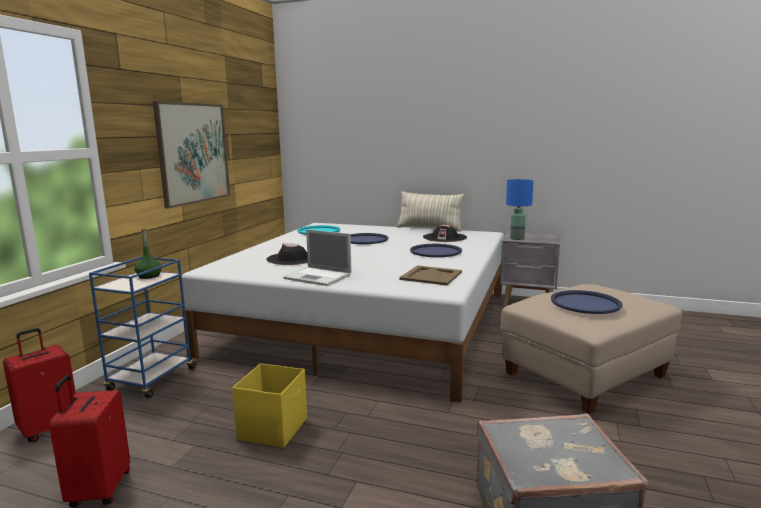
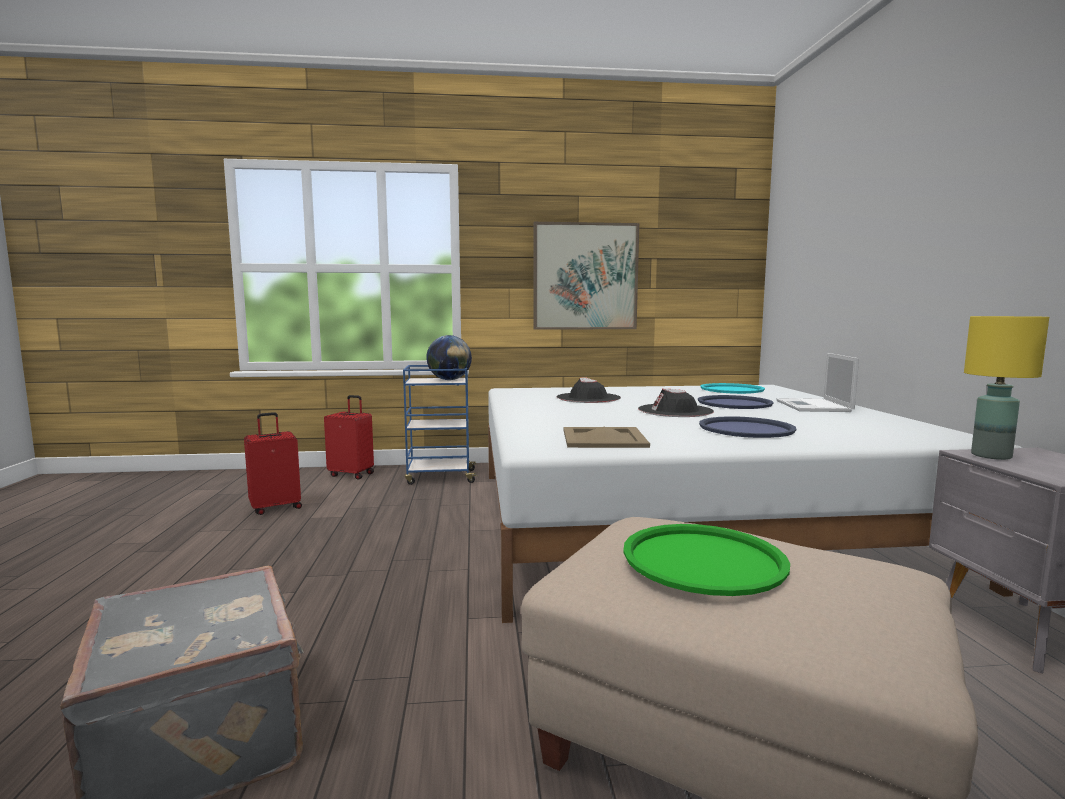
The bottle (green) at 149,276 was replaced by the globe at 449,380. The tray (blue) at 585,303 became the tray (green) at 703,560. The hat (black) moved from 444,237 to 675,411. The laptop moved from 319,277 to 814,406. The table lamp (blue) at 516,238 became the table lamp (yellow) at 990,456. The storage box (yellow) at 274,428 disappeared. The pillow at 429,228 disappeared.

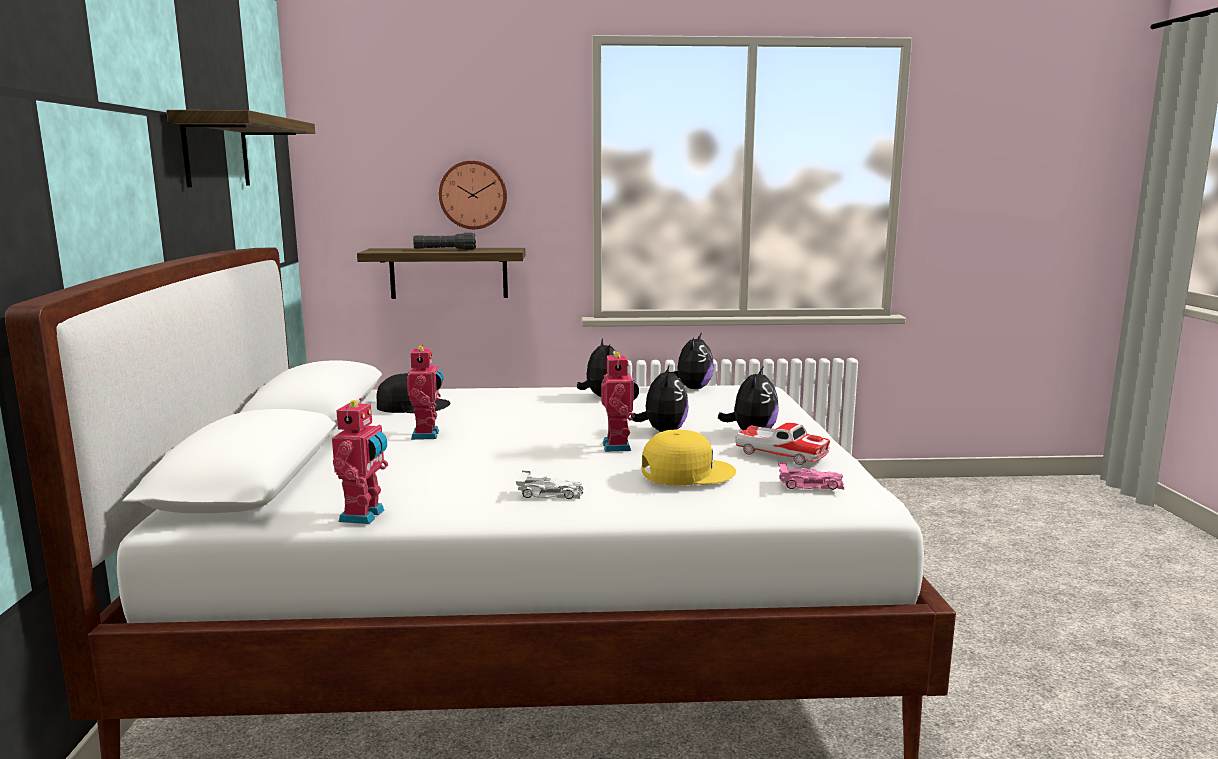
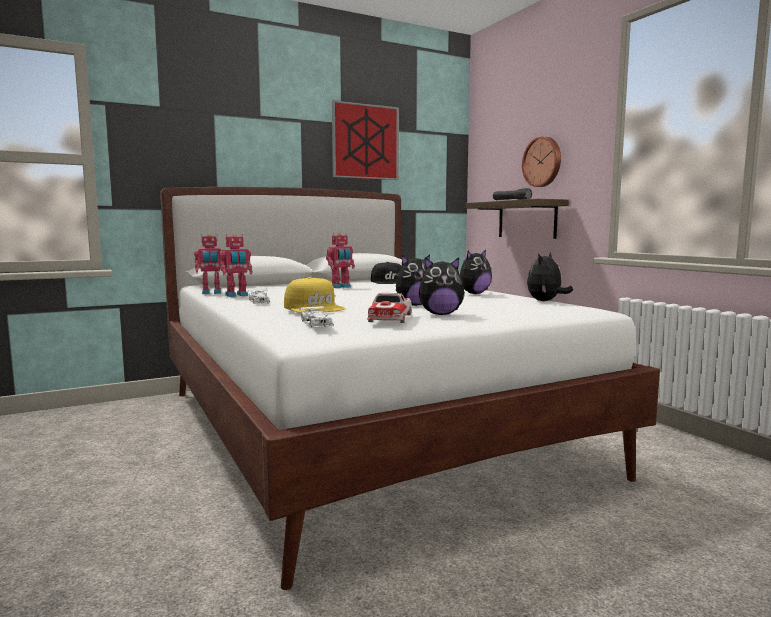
The toy robot moved from 619,446 to 237,295. The toy car (pink) at 810,485 became the toy car (white) at 317,324. The shelf at 216,152 was replaced by the picture at 365,142. The plush toy at 692,388 turned 135 degrees clockwise.

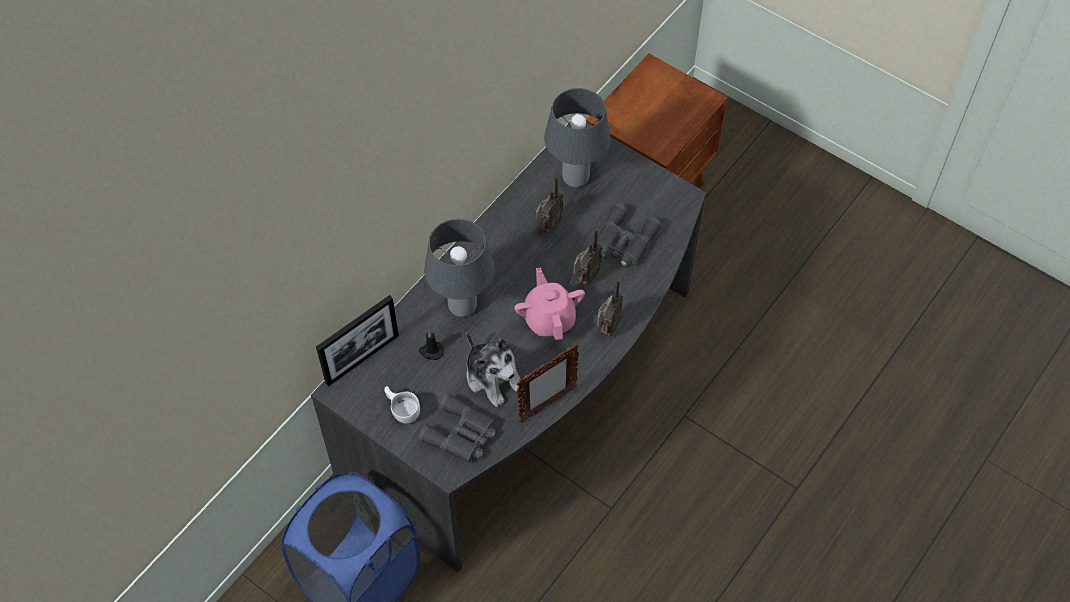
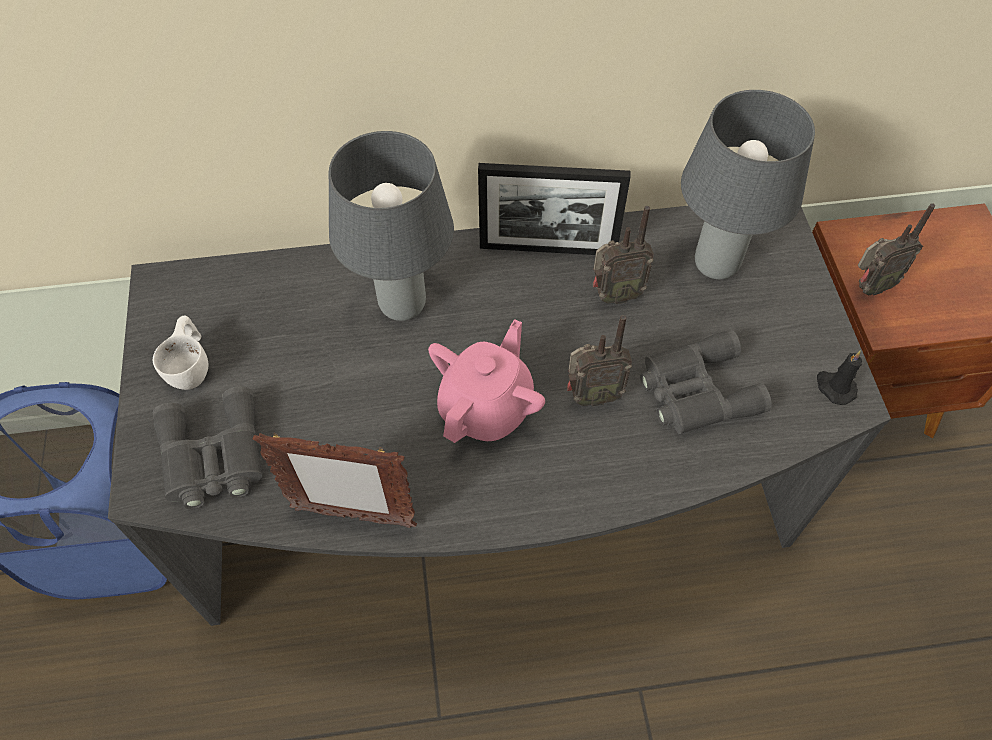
The picture frame moved from 362,359 to 548,249. The candle (black) moved from 431,351 to 834,387. The radio moved from 607,329 to 869,287. The plush toy at 493,377 disappeared.

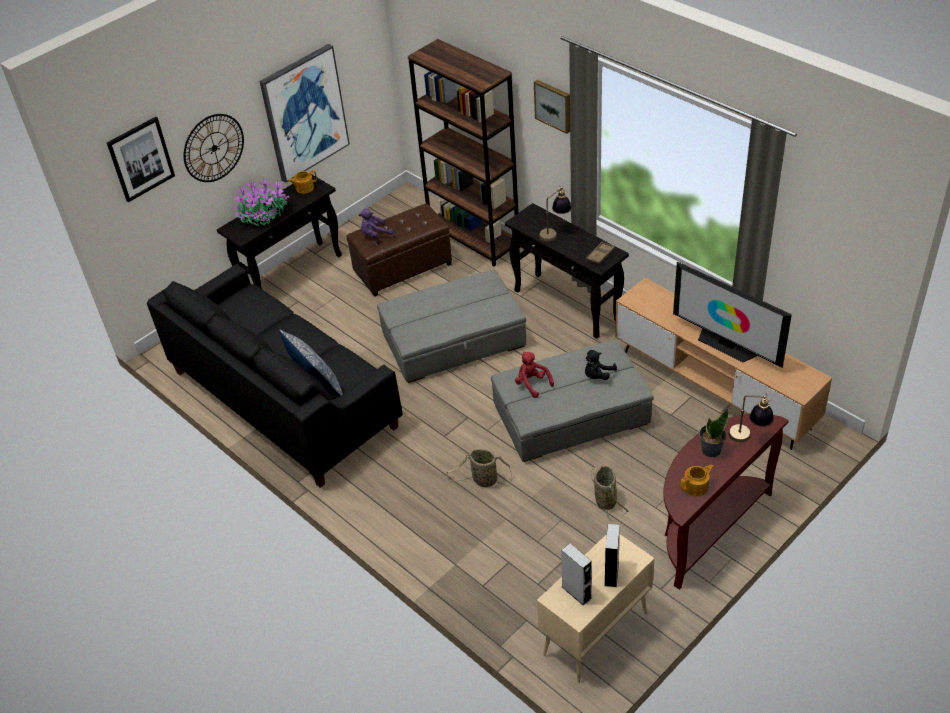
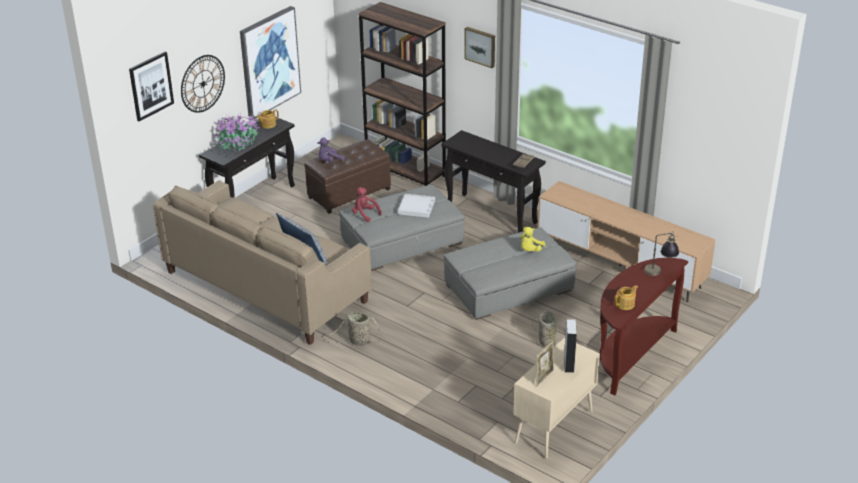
The sofa (black) at 284,398 became the sofa (beige) at 266,286. The basket moved from 483,480 to 358,341. The plush toy (red) moved from 532,384 to 365,214. The tray (white) at 416,207 appeared. The plush toy (black) at 597,375 became the plush toy (yellow) at 530,250. The speaker (grey) at 576,592 was replaced by the picture frame at 544,377. The table lamp at 555,233 disappeared. The television at 726,345 disappeared. The potted plant at 710,450 disappeared.

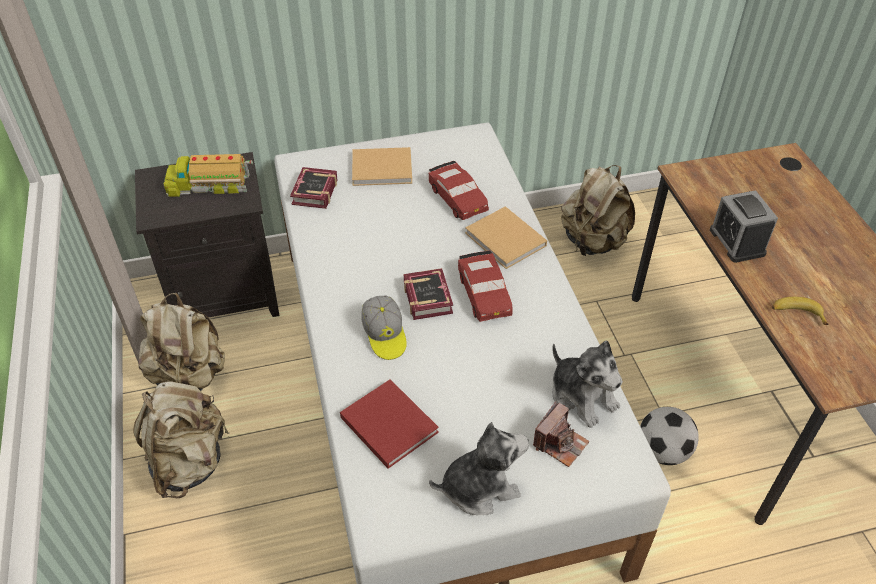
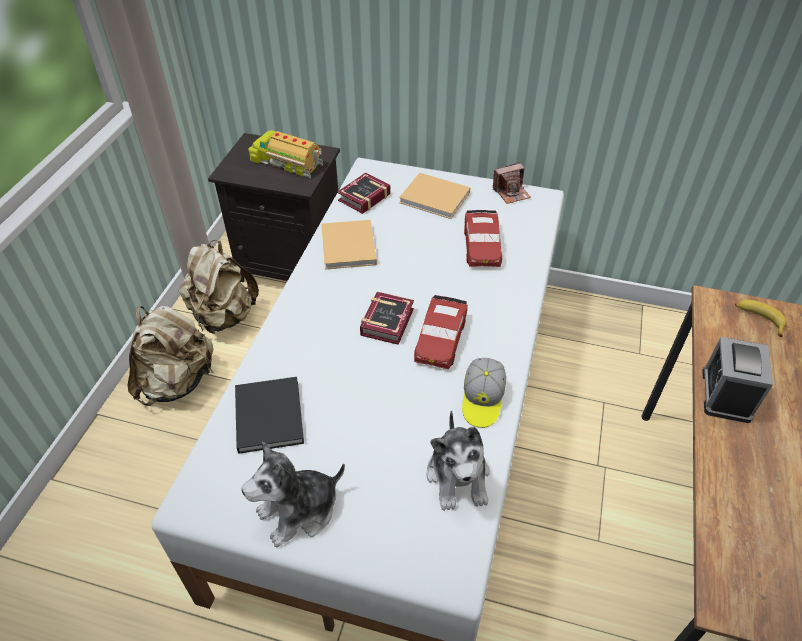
The book (red) at 387,423 became the book (black) at 269,414. The plush toy at 479,487 turned 135 degrees clockwise. The book (beige) moved from 507,241 to 348,248. The cap moved from 384,335 to 482,399. The photo camera moved from 560,443 to 511,192. The banana moved from 796,313 to 758,319. The backpack (beige) at 593,242 disappeared. The football at 662,451 disappeared.

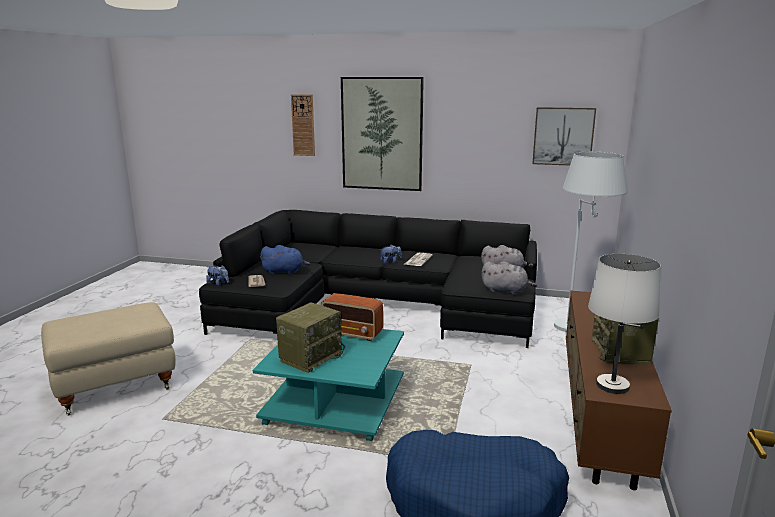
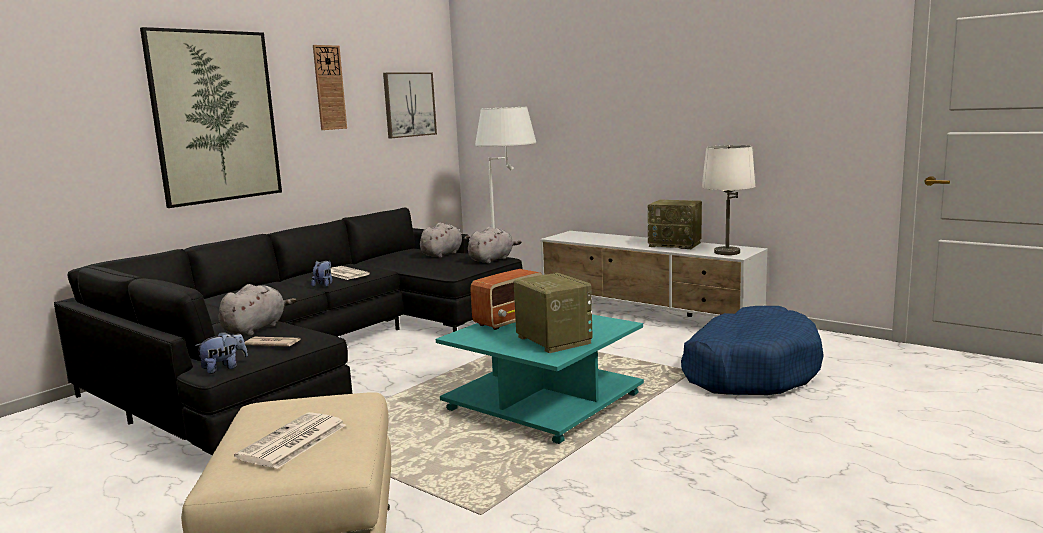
The plush toy (blue) at 284,271 became the plush toy (grey) at 256,328. The newspaper at 292,442 appeared. The wall clock moved from 303,125 to 329,87. The tv stand (brown) at 599,410 became the tv stand (white) at 647,314.

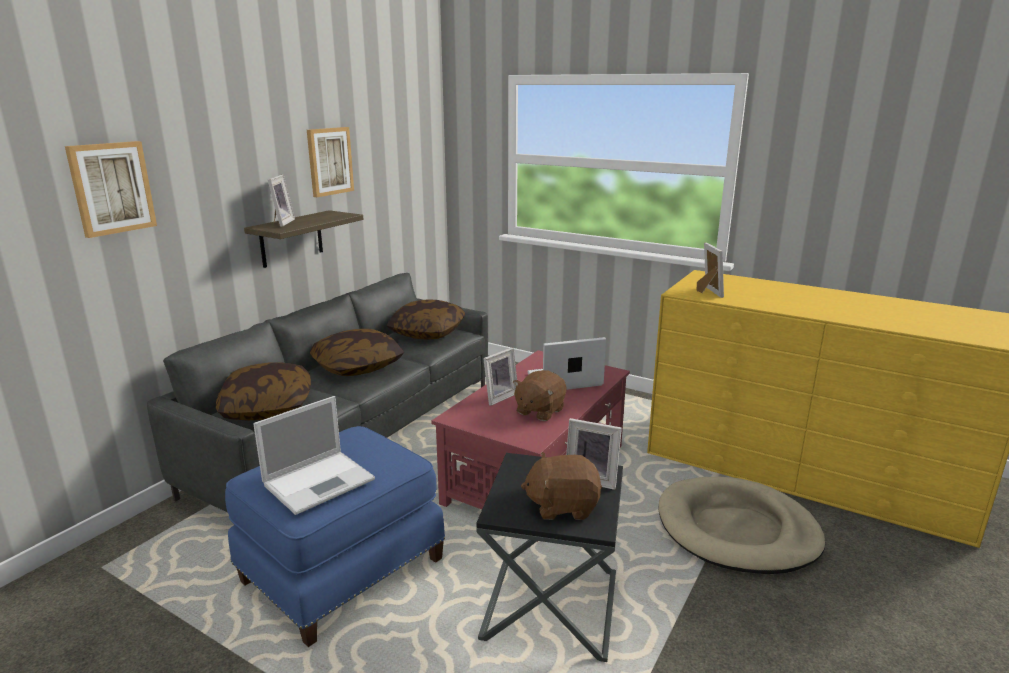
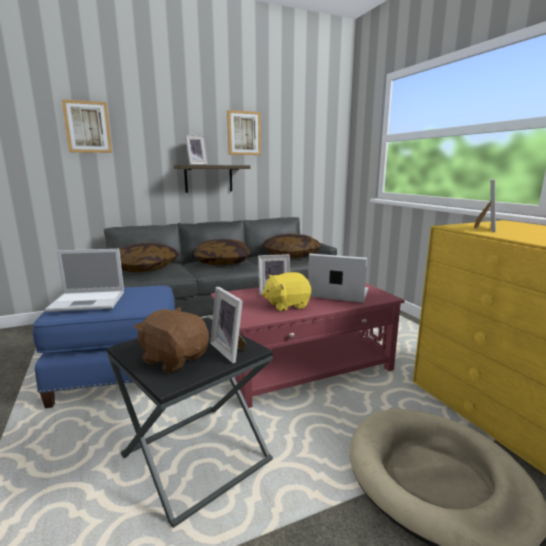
The plush toy (brown) at 539,411 became the plush toy (yellow) at 286,305.

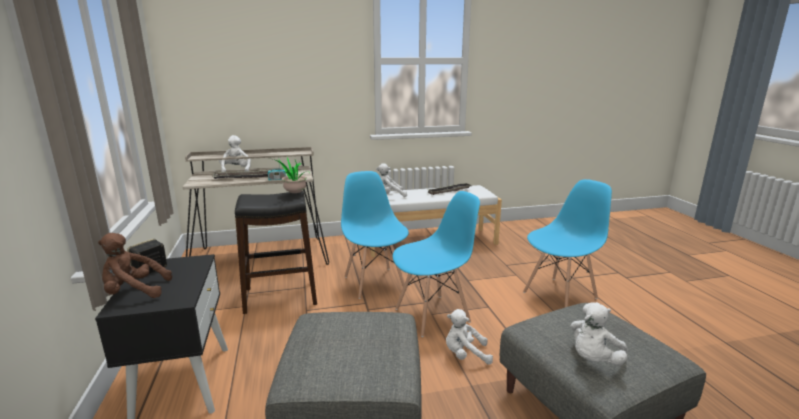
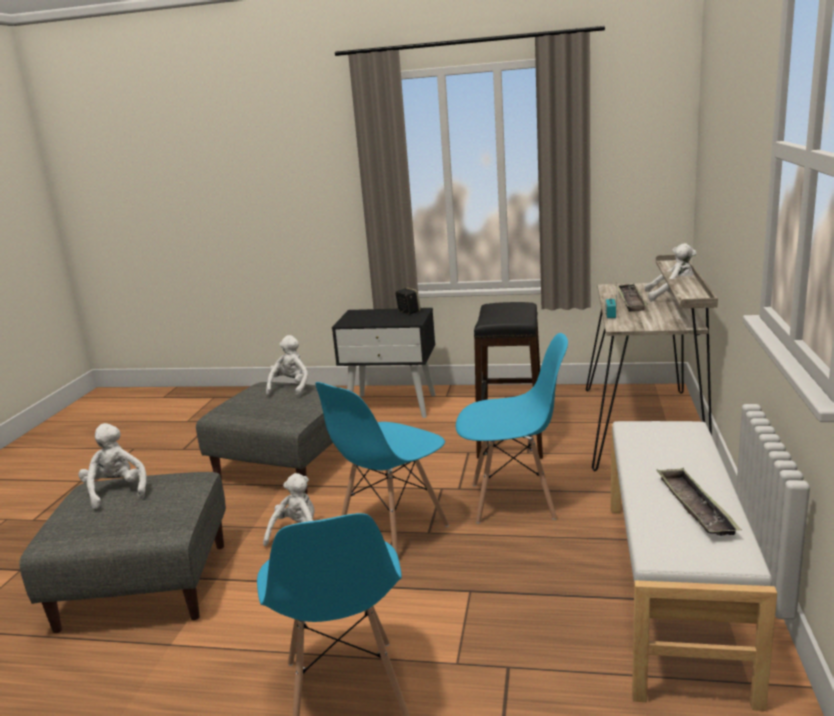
The plush toy (white) moved from 389,196 to 291,388. The chair (blue) at 433,315 turned 45 degrees clockwise. The plush toy (brown) at 134,292 disappeared. The potted plant at 293,193 disappeared.

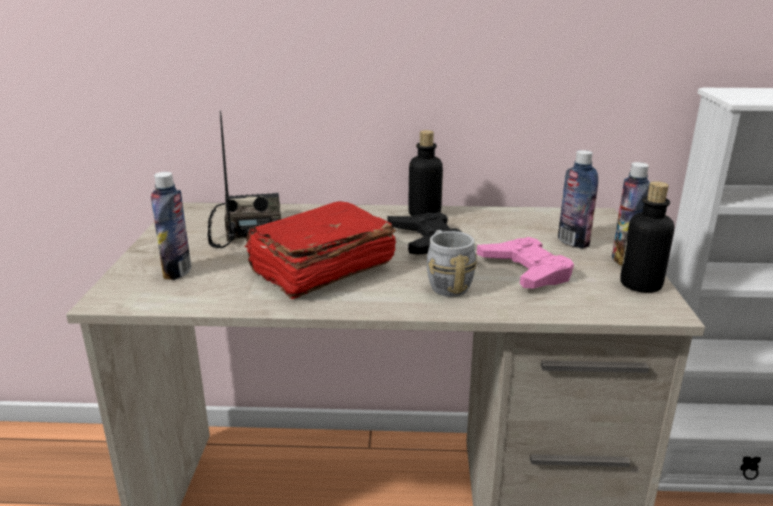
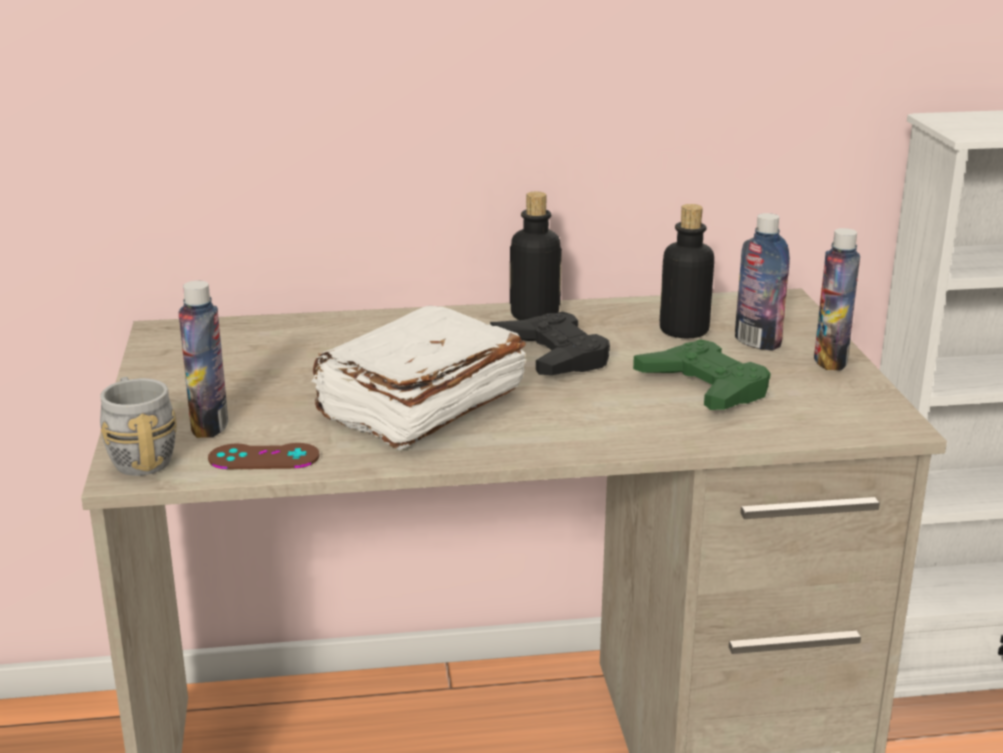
The mug (grey) moved from 446,283 to 139,455. The game controller (brown) at 264,457 appeared. The book (red) at 320,270 became the book (white) at 418,407. The game controller (pink) at 526,271 became the game controller (green) at 704,387. The bottle moved from 640,284 to 684,330. The radio at 247,229 disappeared.

